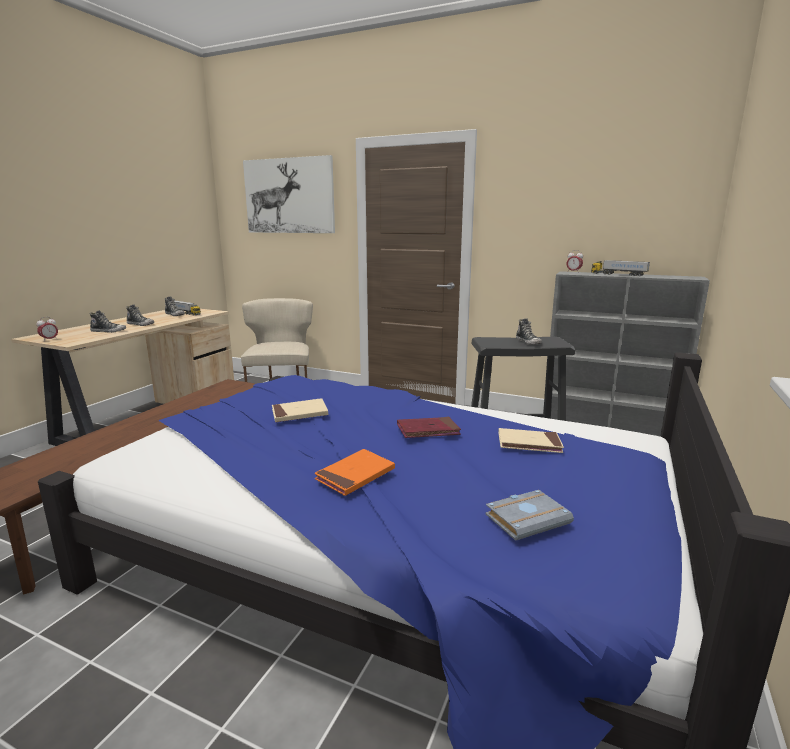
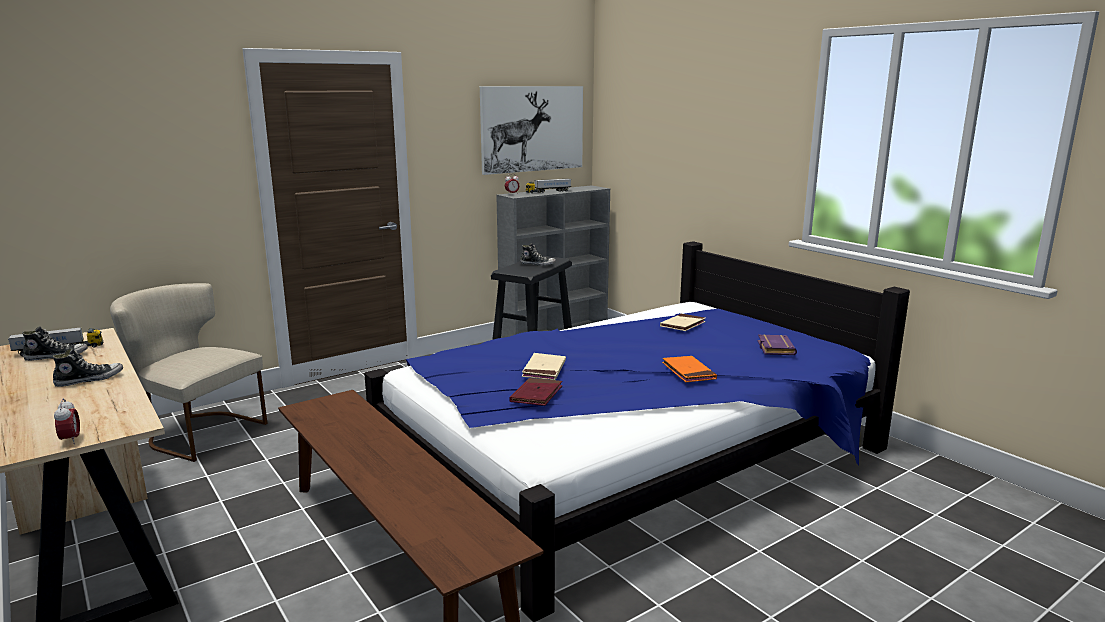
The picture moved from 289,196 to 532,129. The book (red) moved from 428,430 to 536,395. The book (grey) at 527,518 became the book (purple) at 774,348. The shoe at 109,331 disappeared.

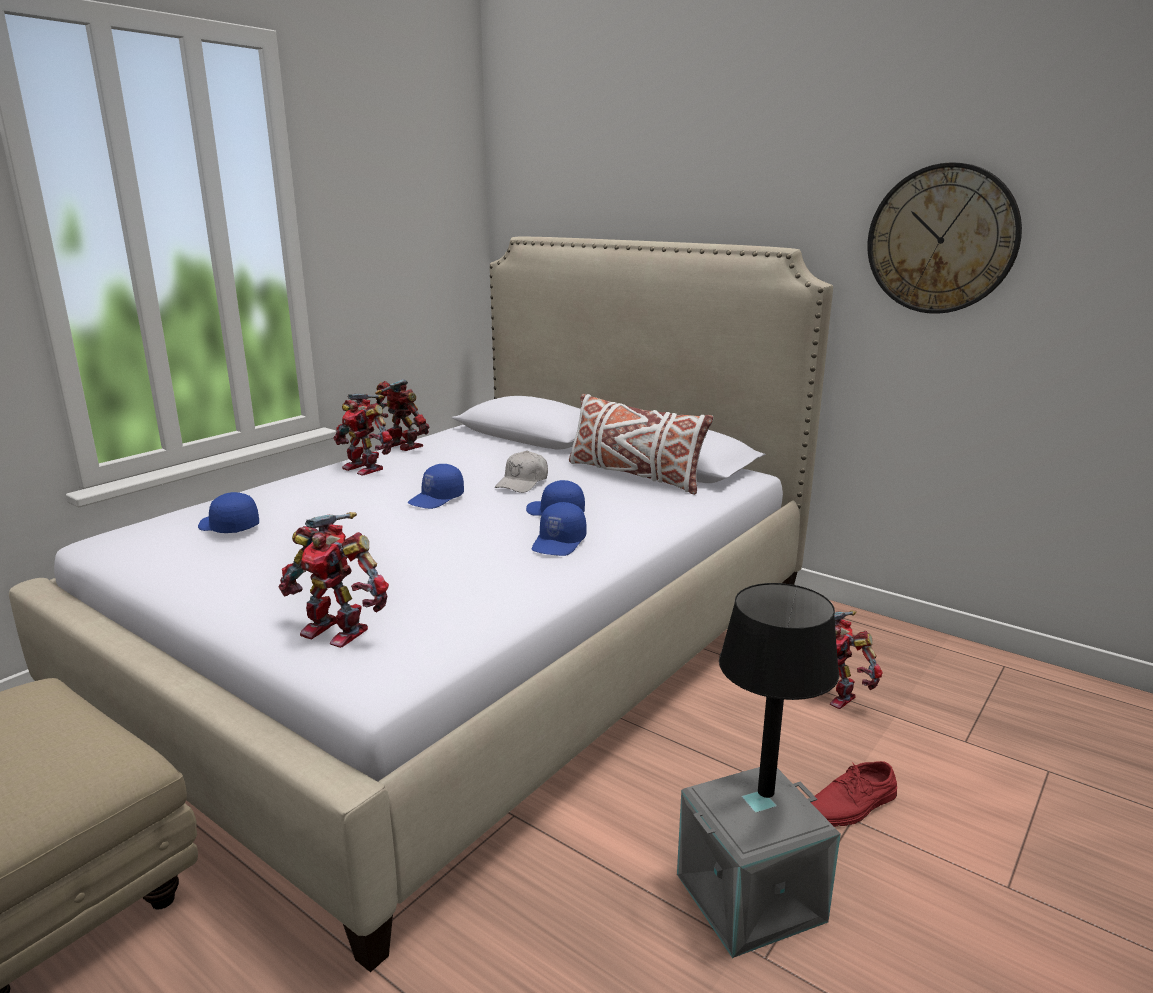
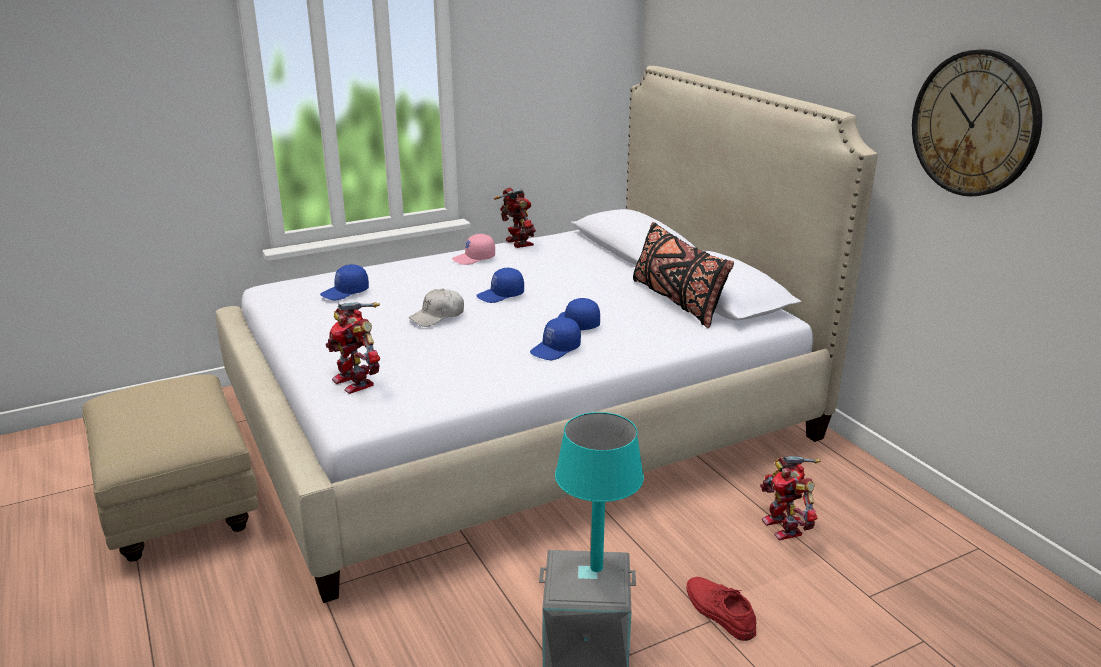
The cap (blue) at 228,527 turned 90 degrees counterclockwise. The cap (white) moved from 523,482 to 437,316. The toy robot at 365,468 was replaced by the cap (pink) at 474,259. The table lamp (black) at 765,792 became the table lamp (turquoise) at 596,567. The pillow (white) at 634,475 became the pillow (black) at 676,301. The shoe (red) at 851,806 turned 60 degrees clockwise.

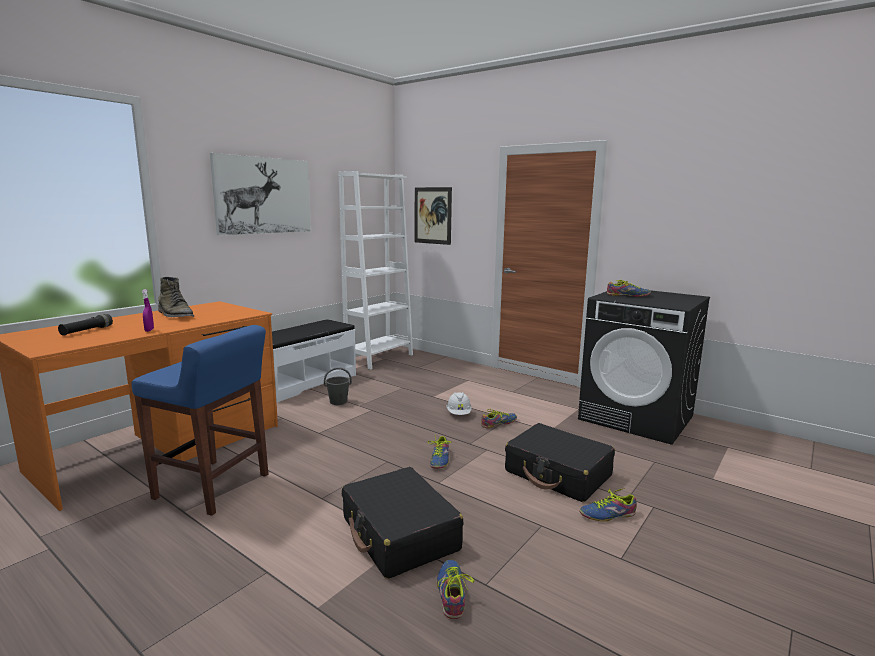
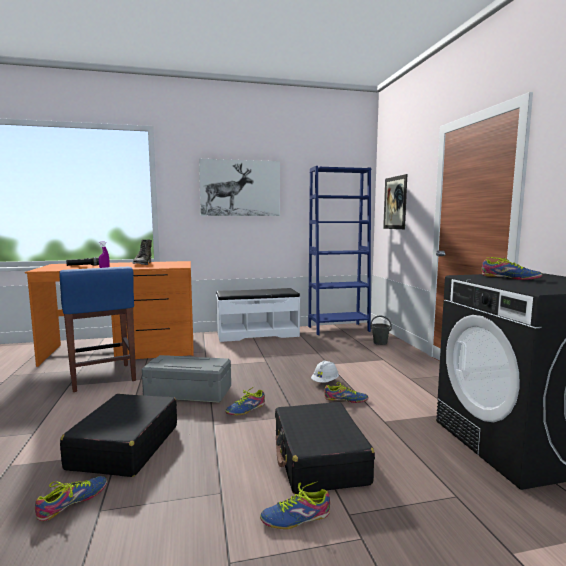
The storage box (grey) at 189,392 appeared. The shoe at 608,515 turned 45 degrees counterclockwise. The bookcase (white) at 379,358 became the bookcase (blue) at 338,329. The bucket (grey) moved from 338,402 to 380,342.

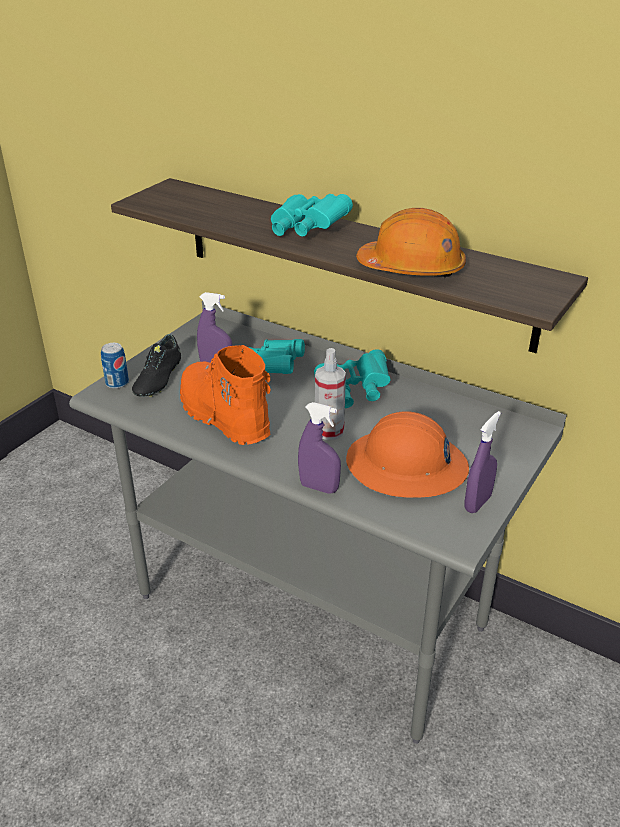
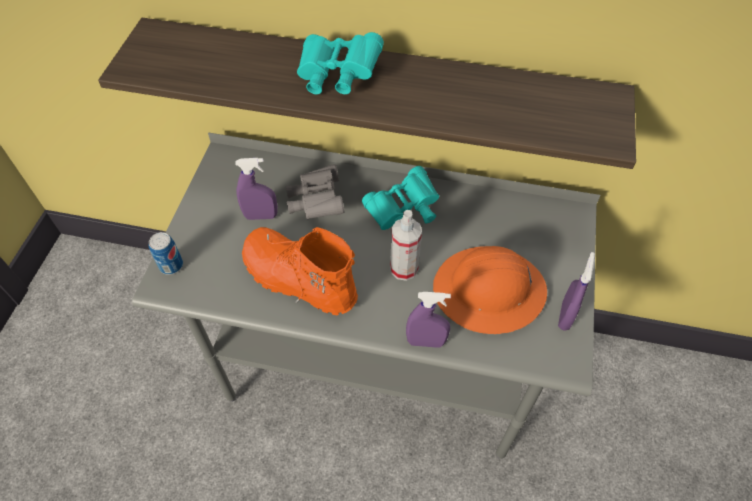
The binoculars (turquoise) at 273,368 became the binoculars (grey) at 316,202. The shoe (black) at 158,379 disappeared. The hard hat (orange) at 412,268 disappeared.

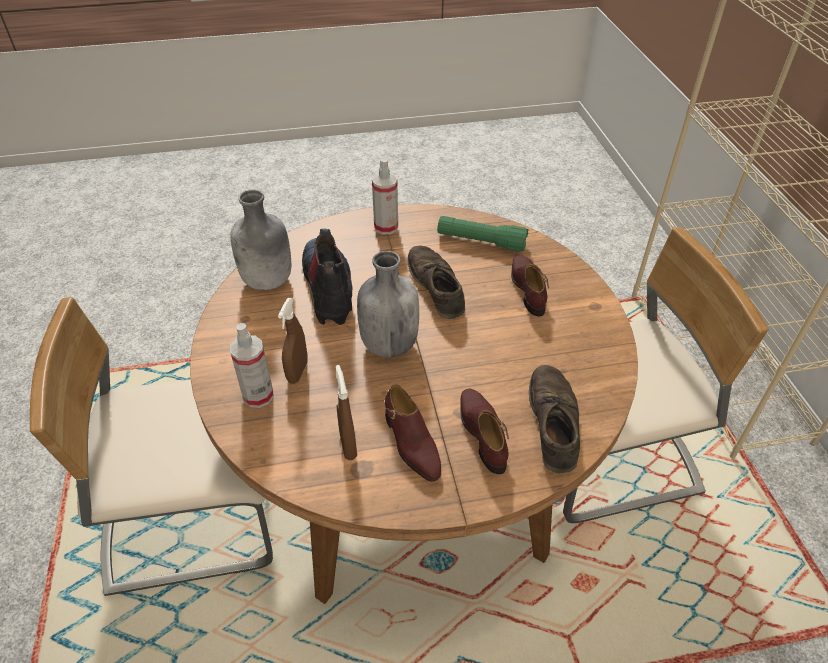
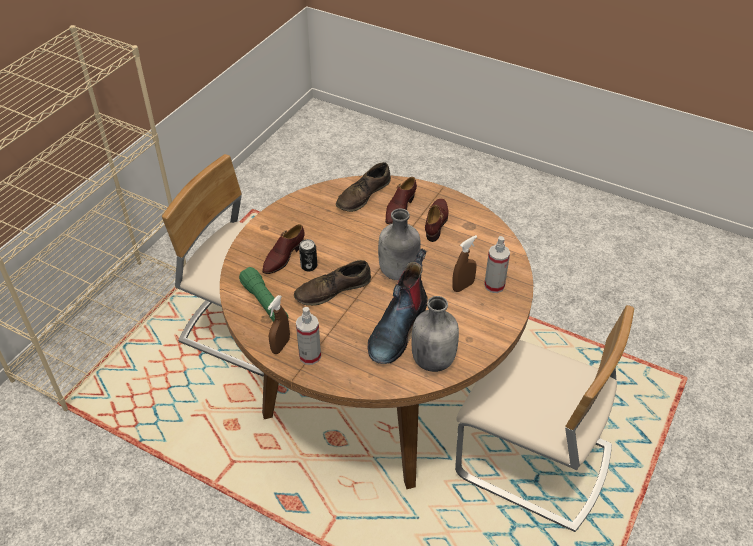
The spray bottle (brown) moved from 348,445 to 280,346. The shoe (brown) at 436,287 turned 45 degrees clockwise. The can at 309,266 appeared.

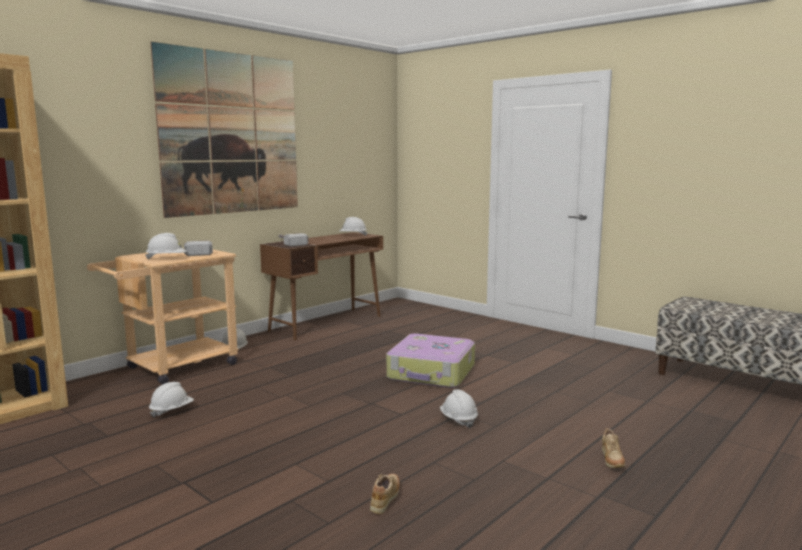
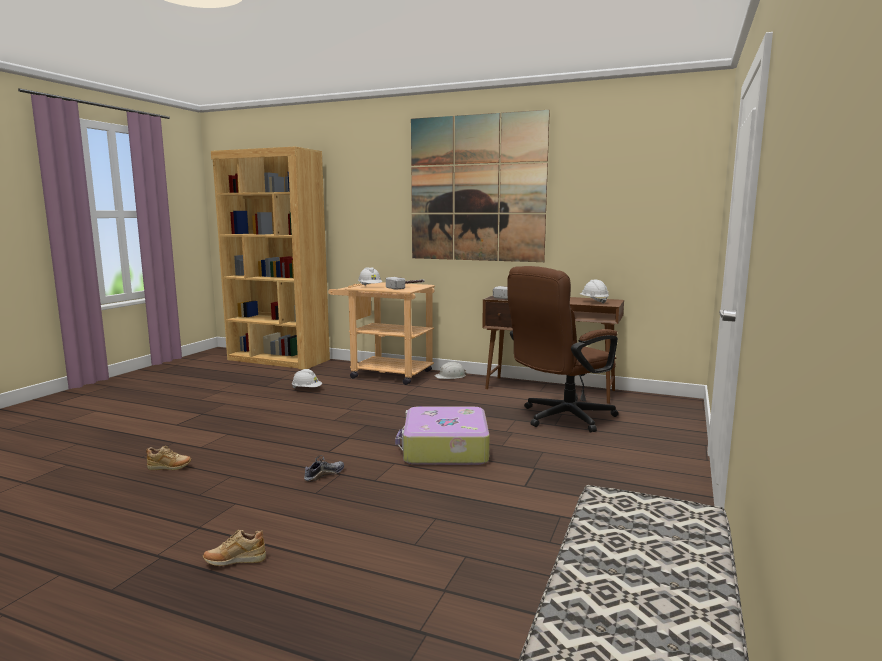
The hard hat (white) at 458,420 was replaced by the shoe at 324,475. The office chair (brown) at 560,418 appeared.

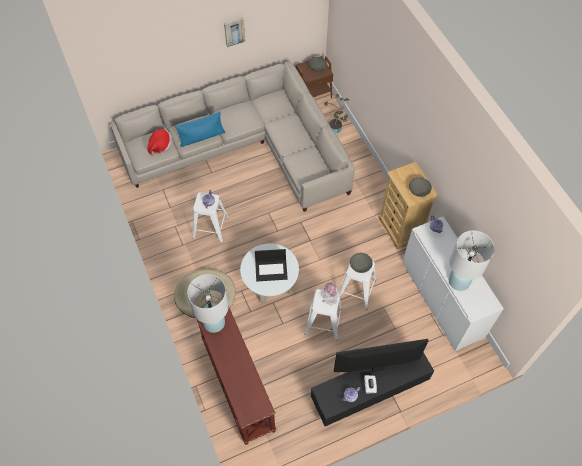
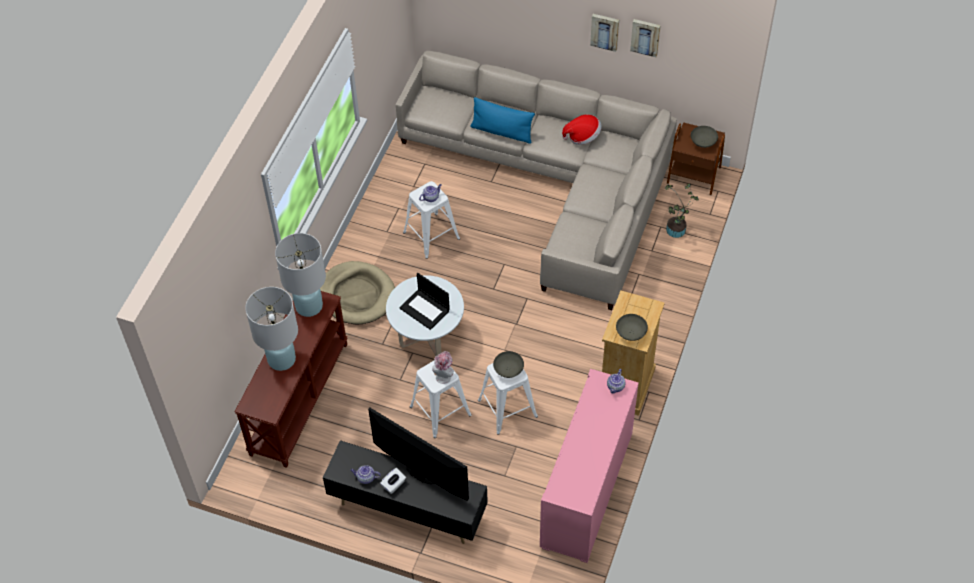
The table lamp (white) moved from 459,281 to 282,359. The cabinet (white) at 442,299 became the cabinet (pink) at 586,490. The hat moved from 160,146 to 583,136. The picture at 645,37 appeared.

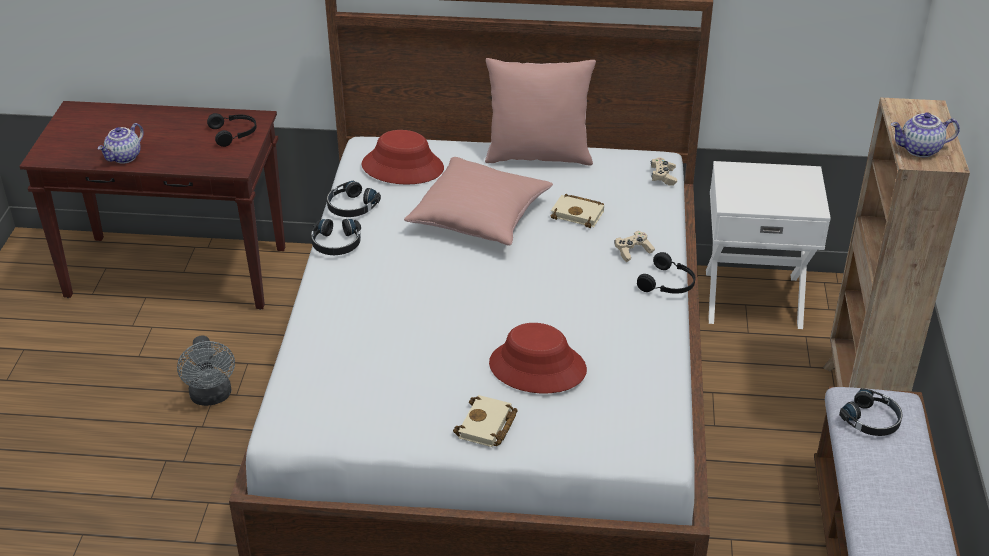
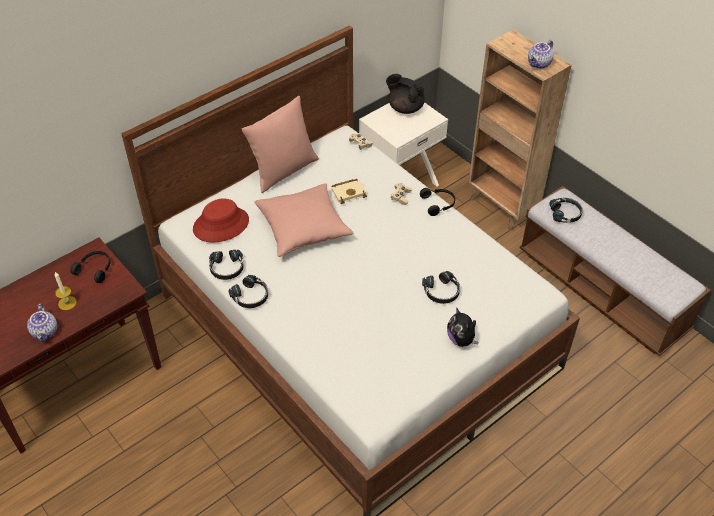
The candle at 67,303 appeared. The teapot (black) at 405,108 appeared. The hat (red) at 537,367 was replaced by the headphones (black) at 441,292. The book (beige) at 487,427 was replaced by the plush toy at 461,339. The fan (grey) at 212,397 disappeared.

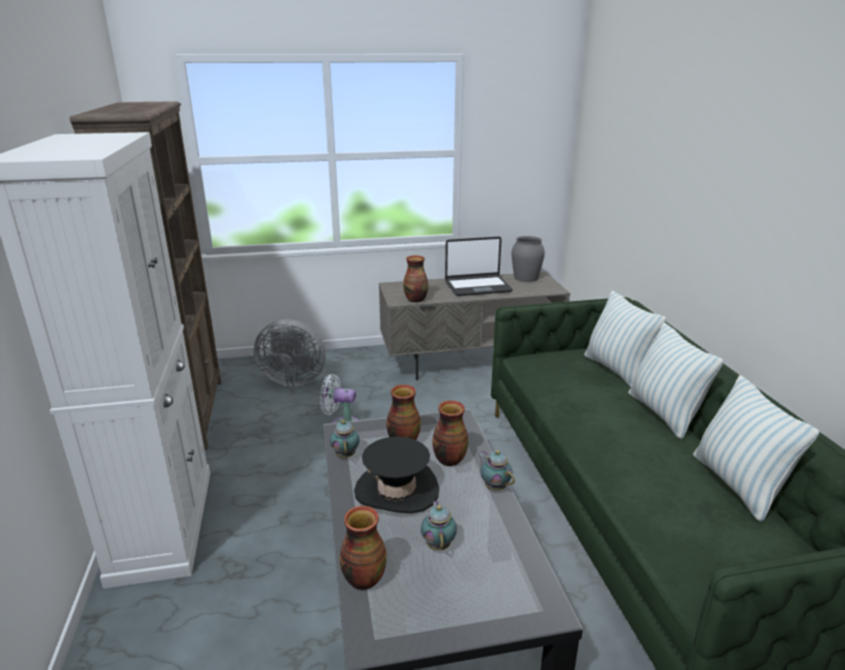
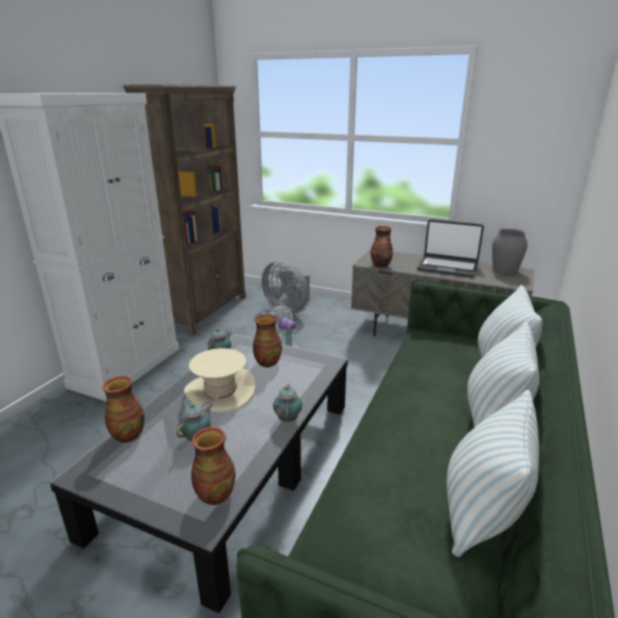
The hat (black) at 396,490 became the hat (beige) at 220,391. The vase moved from 449,459 to 215,494.

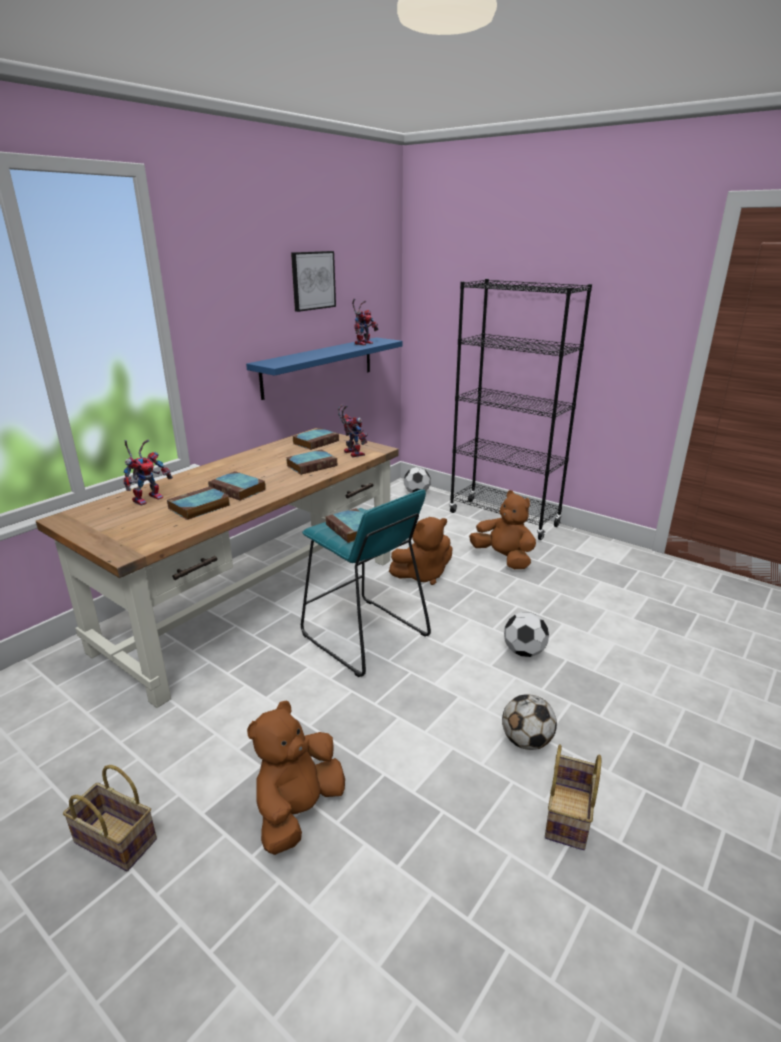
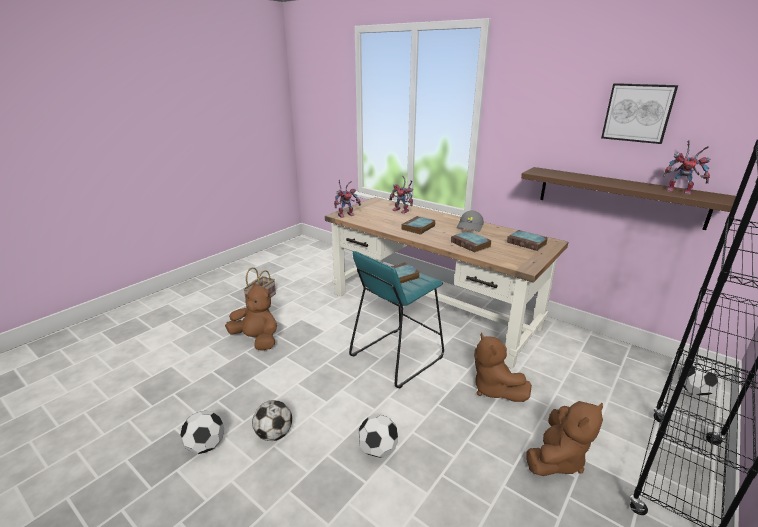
The basket at 569,817 was replaced by the football at 206,446. The toy robot moved from 351,453 to 346,214. The cap (grey) at 470,227 appeared. The shelf (blue) at 319,367 became the shelf (brown) at 619,196. The book at 199,507 disappeared.

